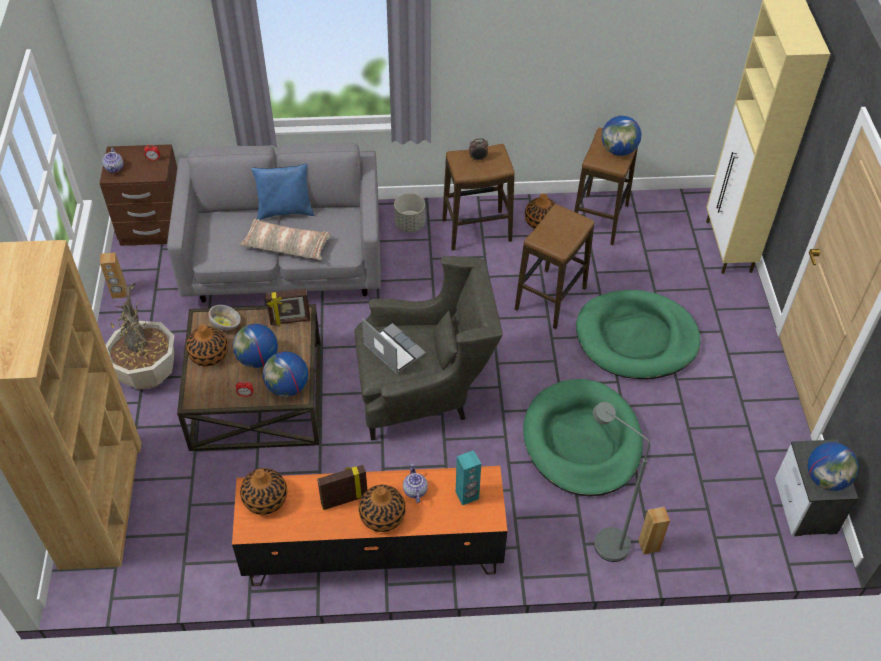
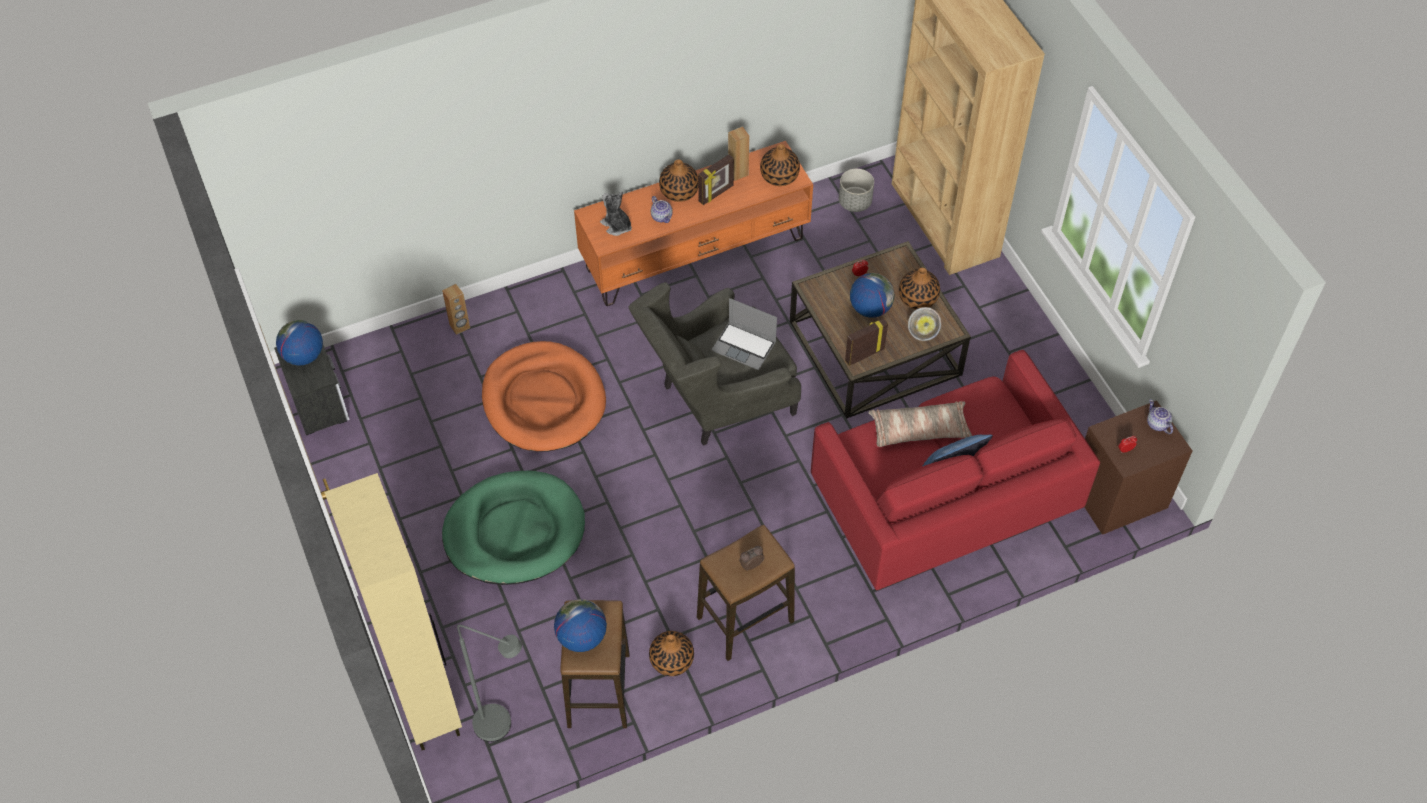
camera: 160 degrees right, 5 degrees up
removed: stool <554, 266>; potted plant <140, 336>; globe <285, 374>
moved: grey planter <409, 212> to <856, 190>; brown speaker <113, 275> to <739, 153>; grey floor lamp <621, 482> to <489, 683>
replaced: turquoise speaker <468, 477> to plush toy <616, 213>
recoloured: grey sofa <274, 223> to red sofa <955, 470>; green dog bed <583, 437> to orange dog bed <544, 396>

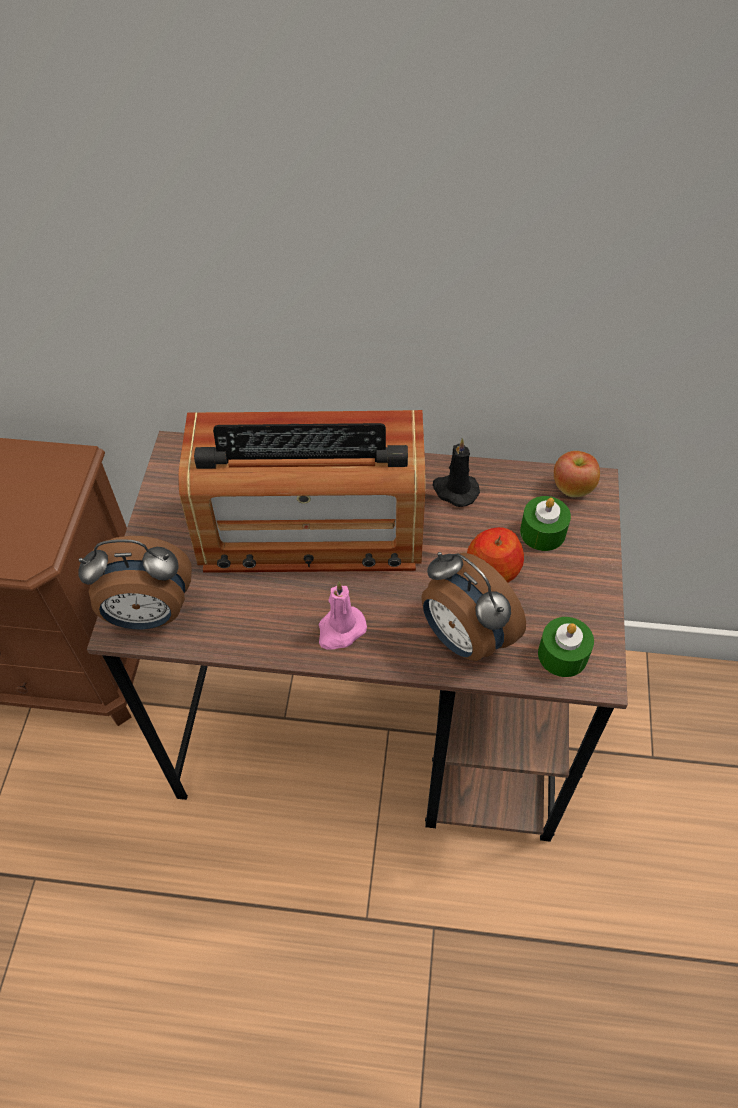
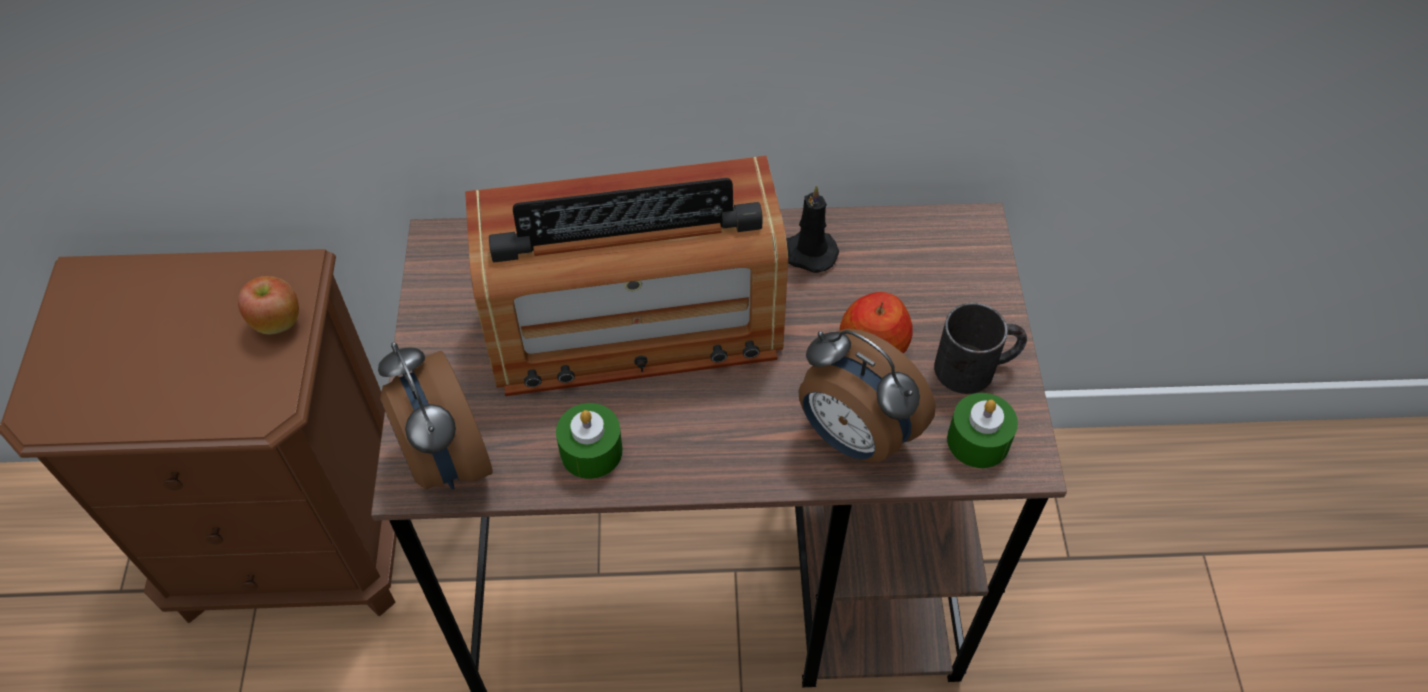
camera: 10 degrees left, 0 degrees up
removed: pink candle <343, 615>
added: black mug <980, 348>
moved: apple <577, 474> to <268, 305>; green candle <545, 523> to <589, 441>
turned: alarm clock <135, 582> = <435, 416> 75 degrees clockwise

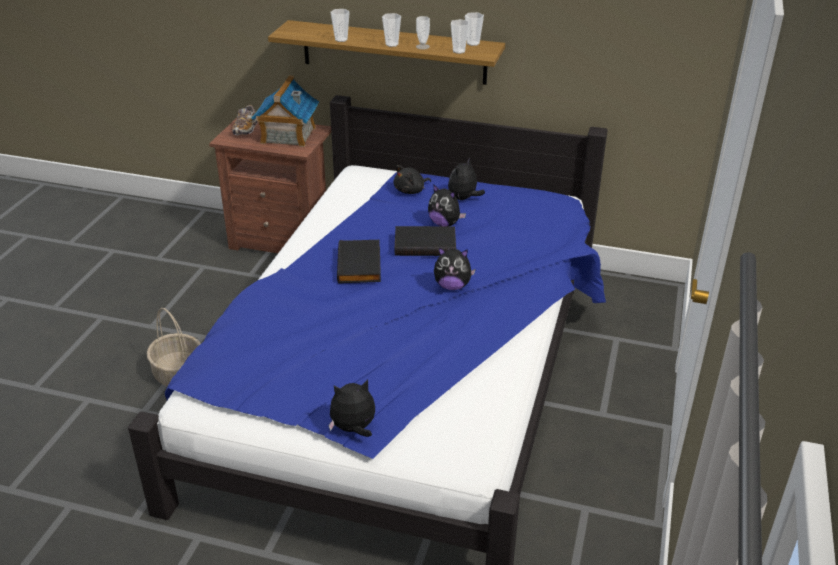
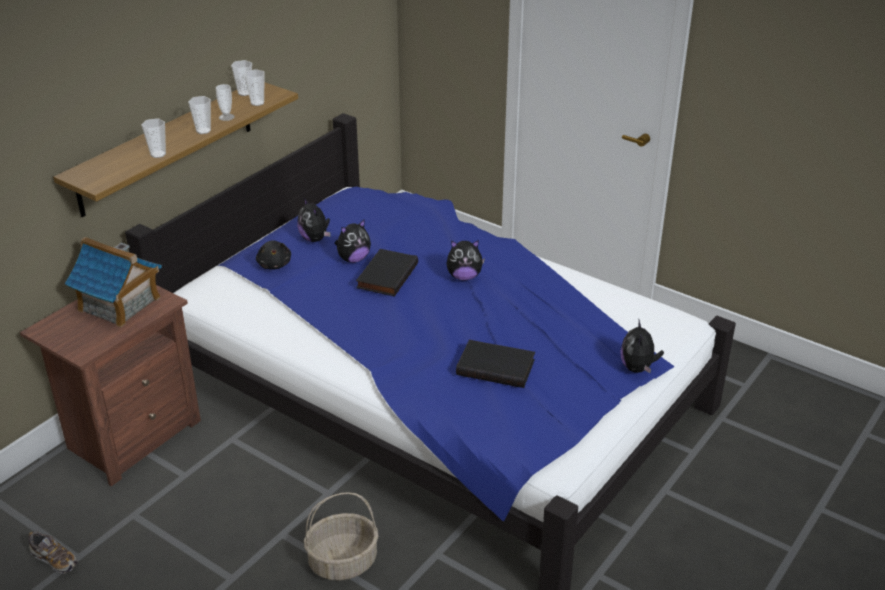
camera: 70 degrees left, 0 degrees up
moved: shoe <245, 120> to <53, 552>; black book <359, 261> to <495, 364>
turned: plush toy <455, 268> = <465, 260> 60 degrees clockwise

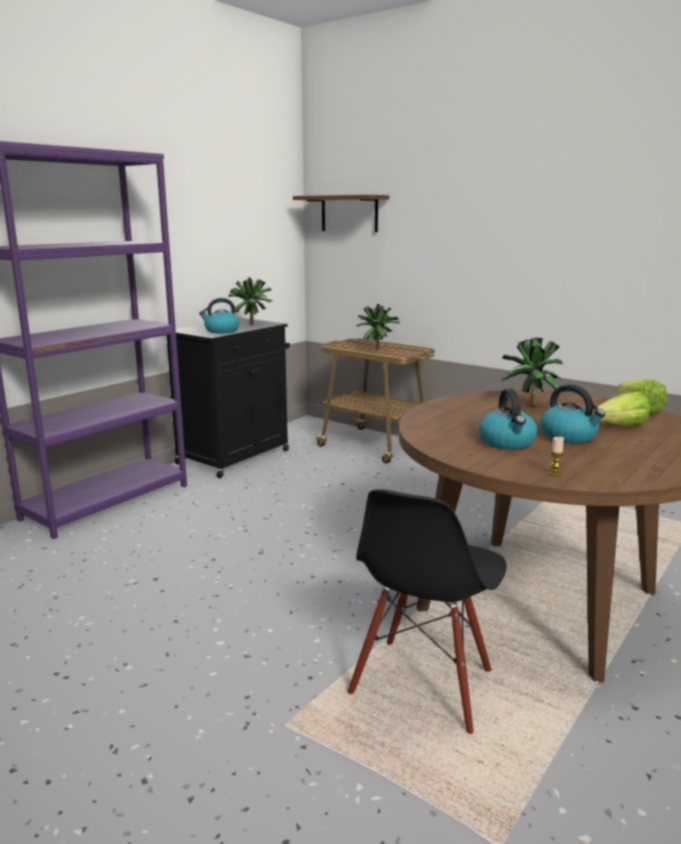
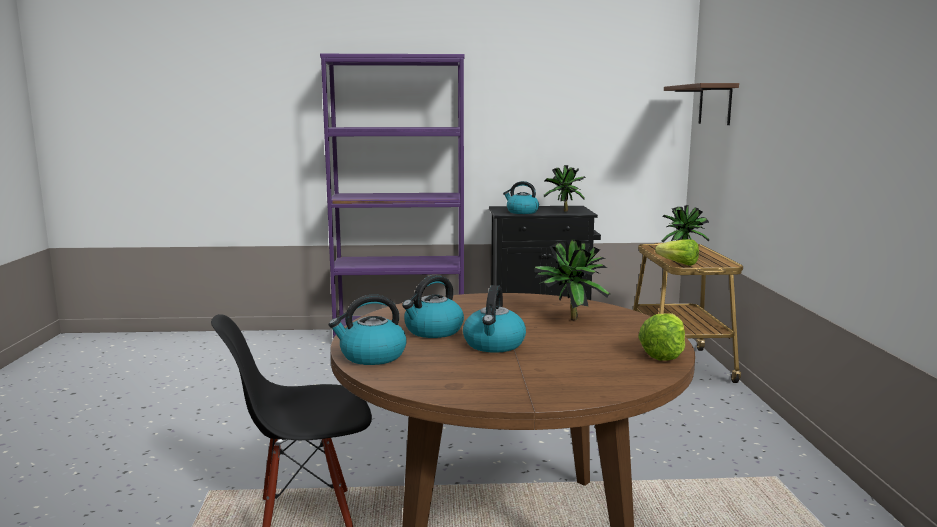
camera: 50 degrees right, 5 degrees down
moved: lettuce <621, 409> to <677, 252>
replaced: candle <556, 456> to kettle <368, 330>

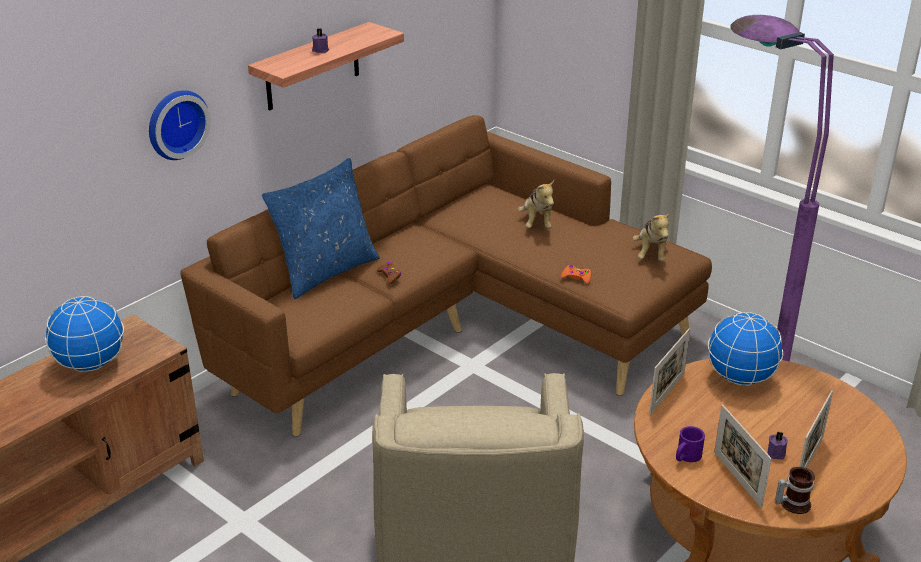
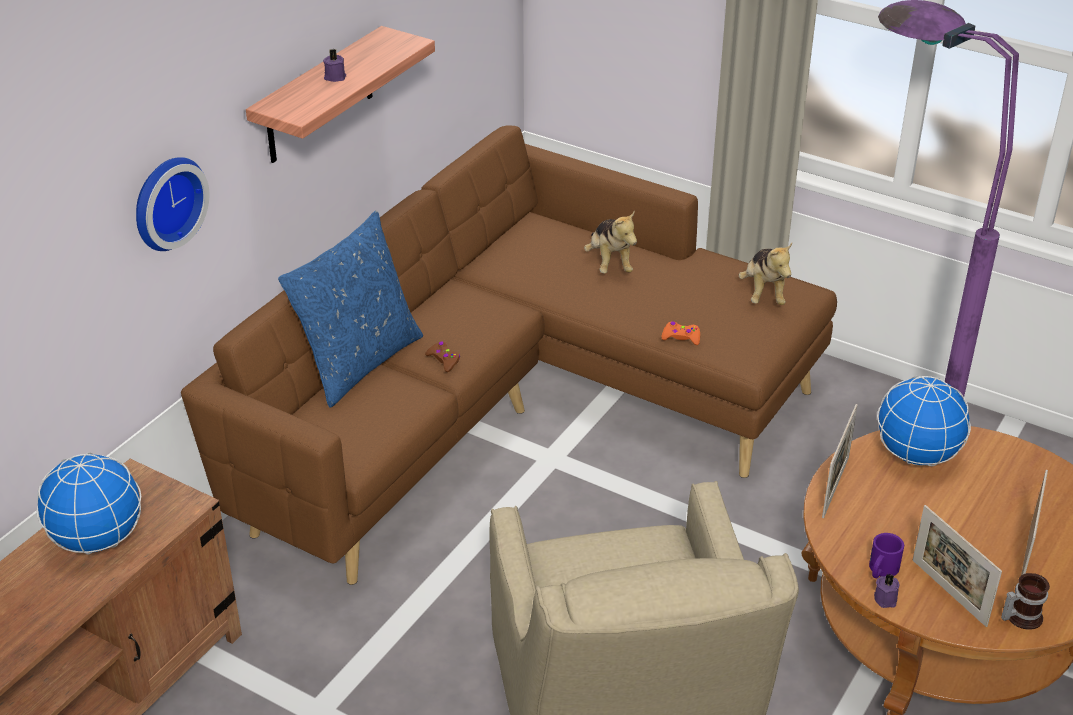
camera: 10 degrees left, 5 degrees up
moved: purple candle <778, 445> to <887, 590>

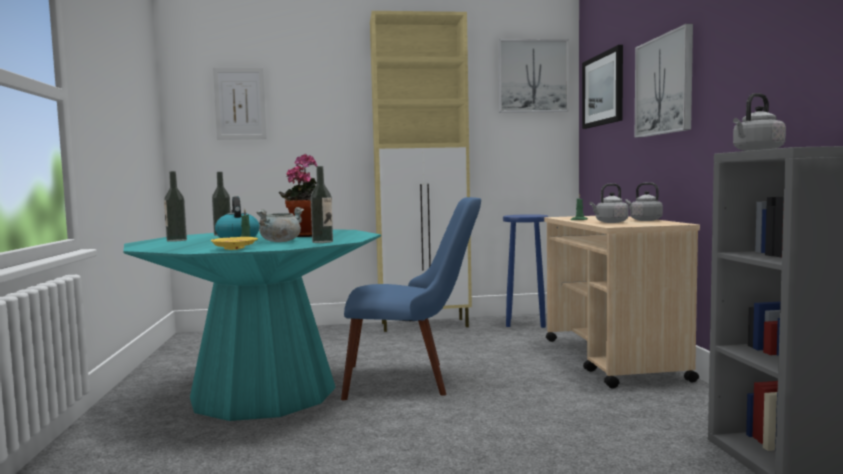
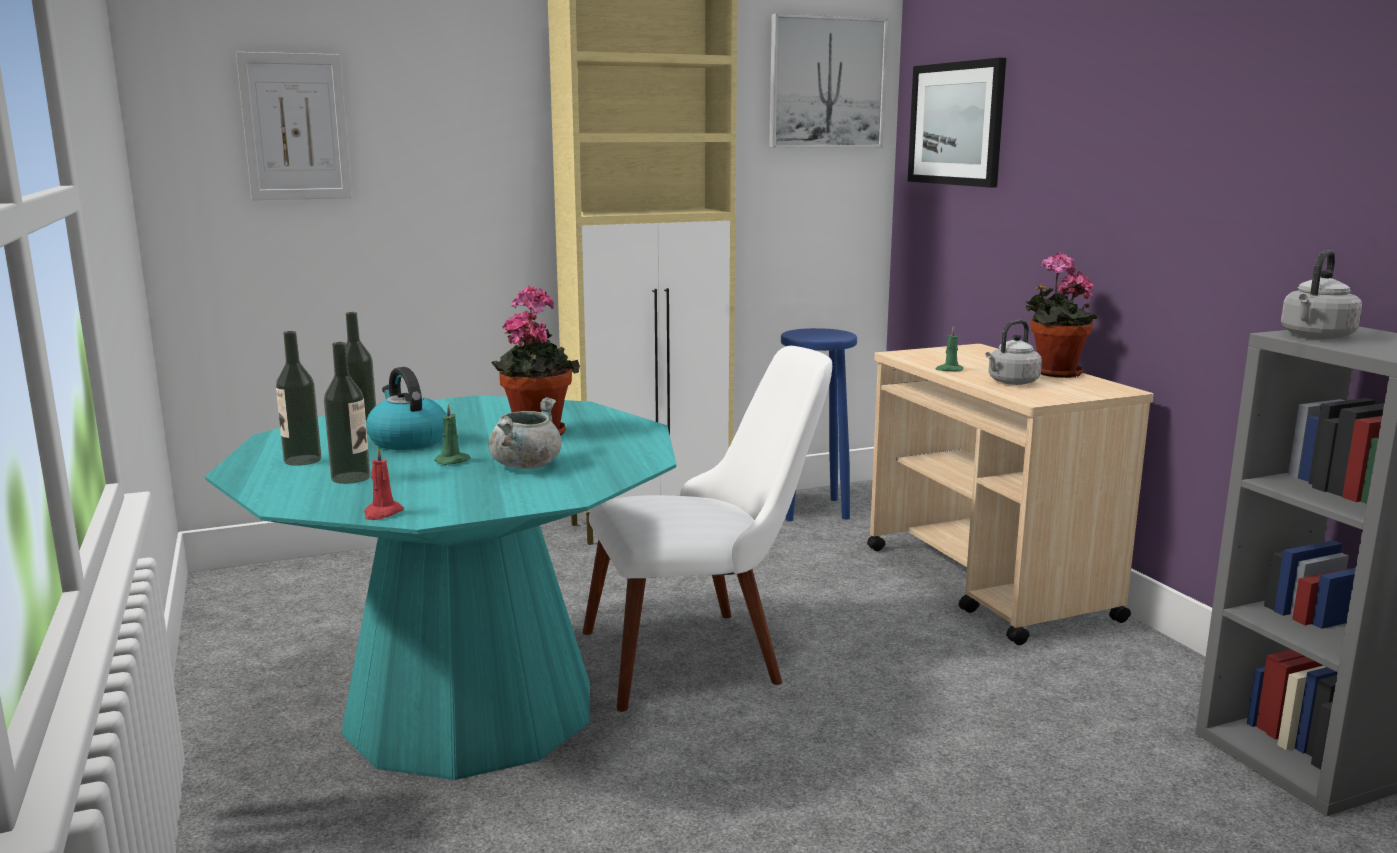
camera: 15 degrees left, 10 degrees up
removed: picture <664, 81>; yellow plate <234, 243>
added: red candle <384, 483>
moved: bottle <322, 204> to <347, 413>
replaced: grey kettle <644, 201> to potted plant <1061, 315>
recoloured: blue chair <411, 298> to white chair <707, 529>

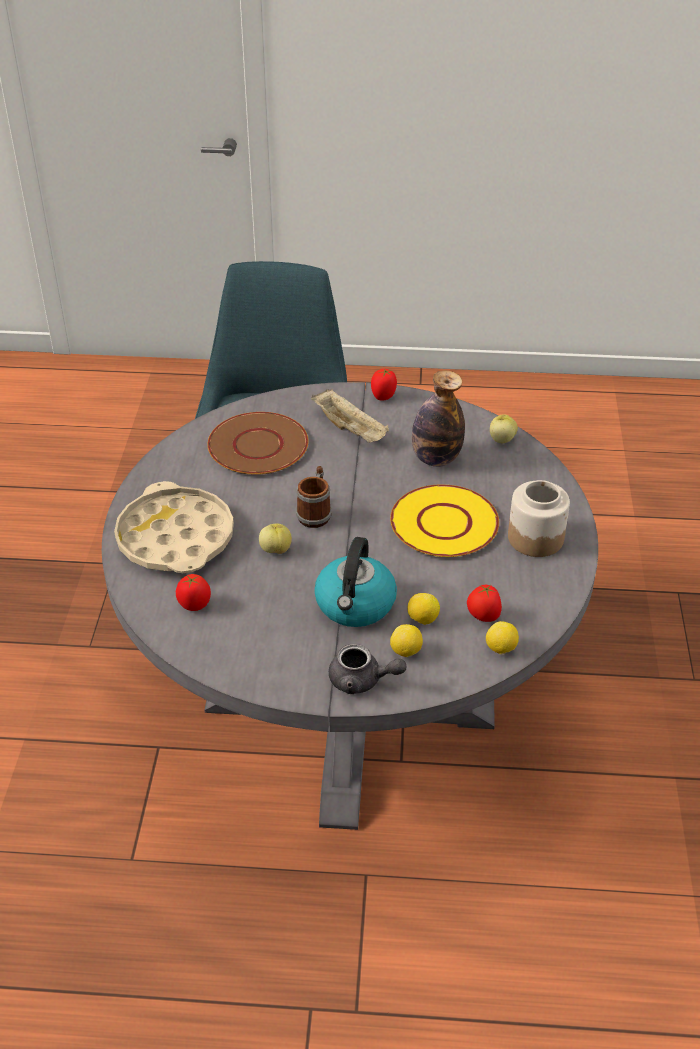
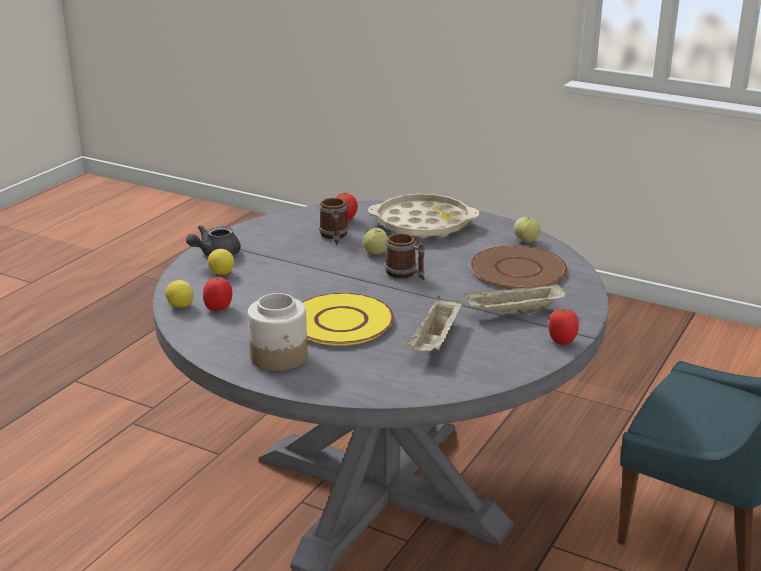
camera: 115 degrees right, 15 degrees down
removed: kettle <355, 582>; lemon <423, 609>
added: mug <334, 221>
moved: apple <504, 428> to <527, 230>
replaced: bottle <438, 418> to beige tray <434, 323>

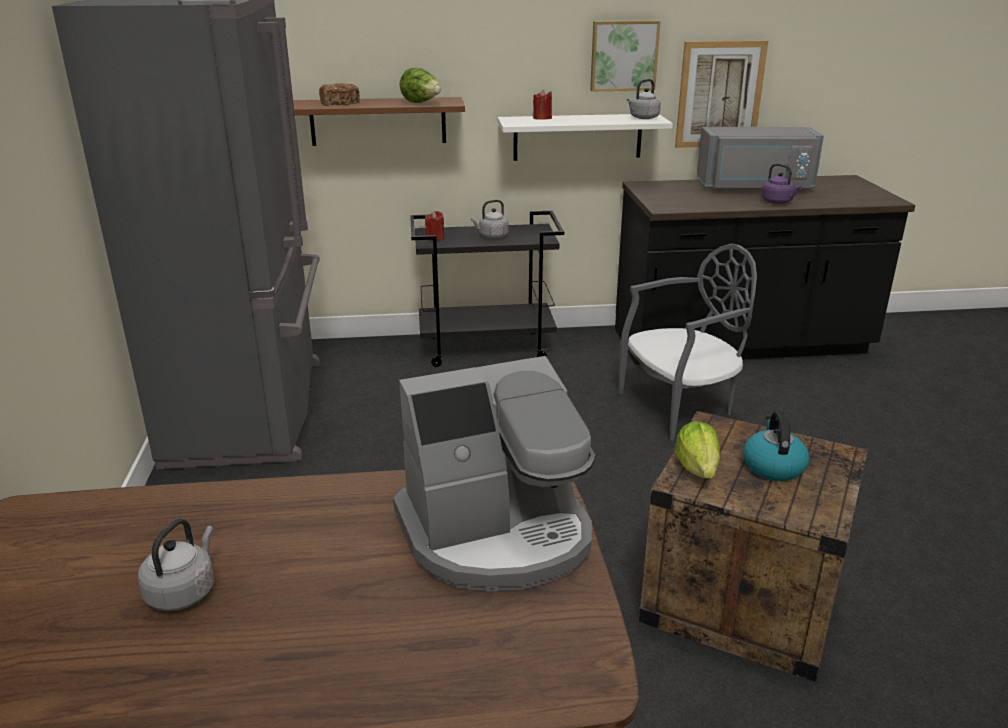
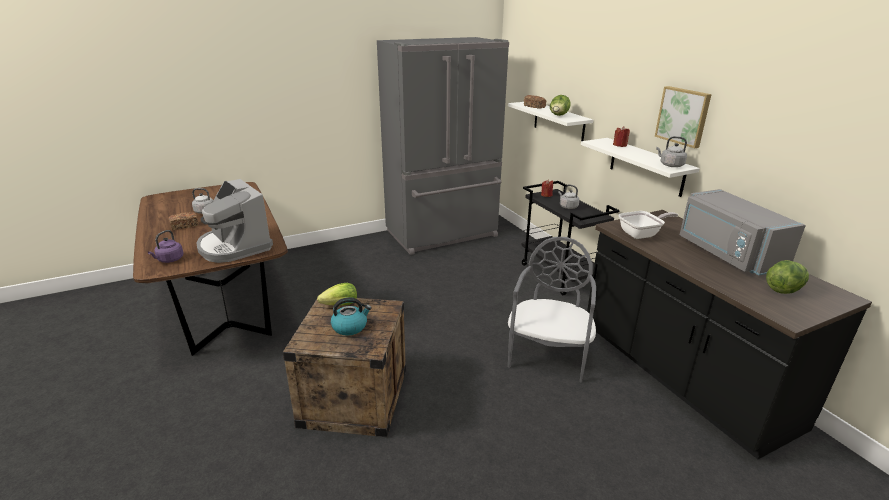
camera: 70 degrees right, 0 degrees up
removed: picture <721, 94>
added: frying pan <648, 225>; bread <183, 221>; lettuce <787, 277>
moved: purple kettle <781, 183> to <166, 246>
recoloured: brown shelf <376, 121> to white shelf <550, 121>
turned: grey chair <687, 342> = <552, 310> 120 degrees counterclockwise

